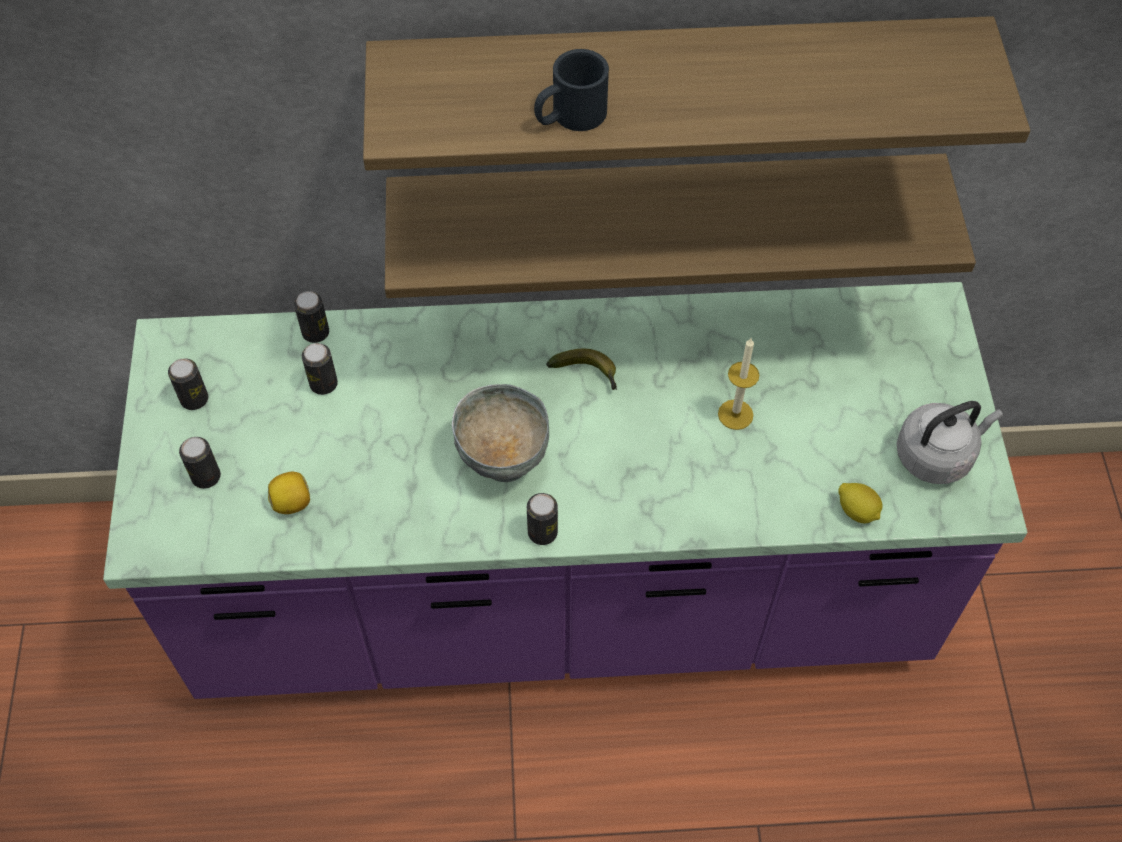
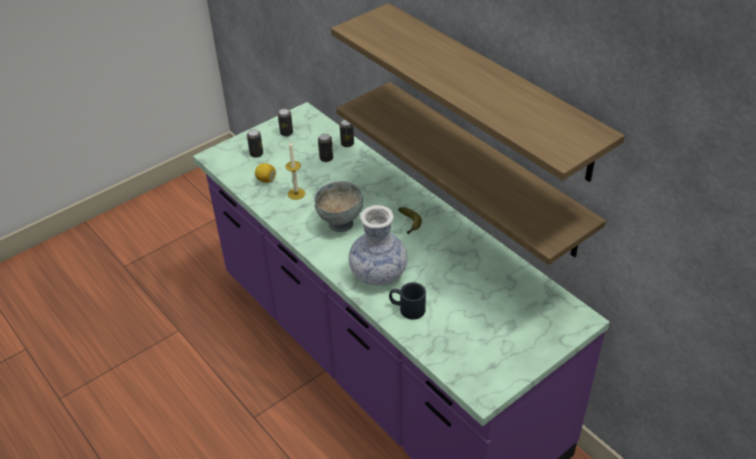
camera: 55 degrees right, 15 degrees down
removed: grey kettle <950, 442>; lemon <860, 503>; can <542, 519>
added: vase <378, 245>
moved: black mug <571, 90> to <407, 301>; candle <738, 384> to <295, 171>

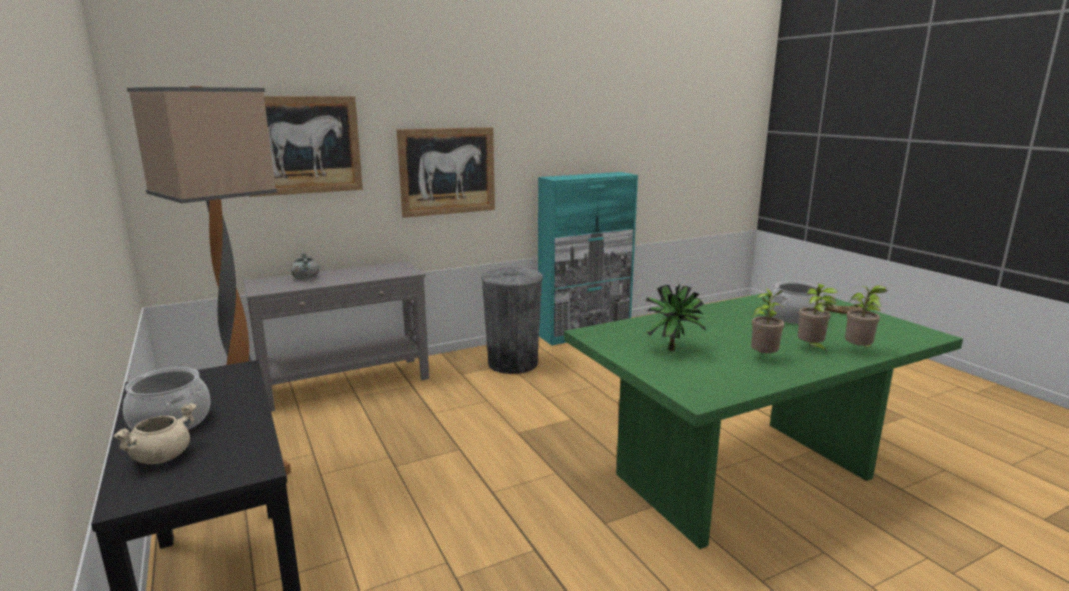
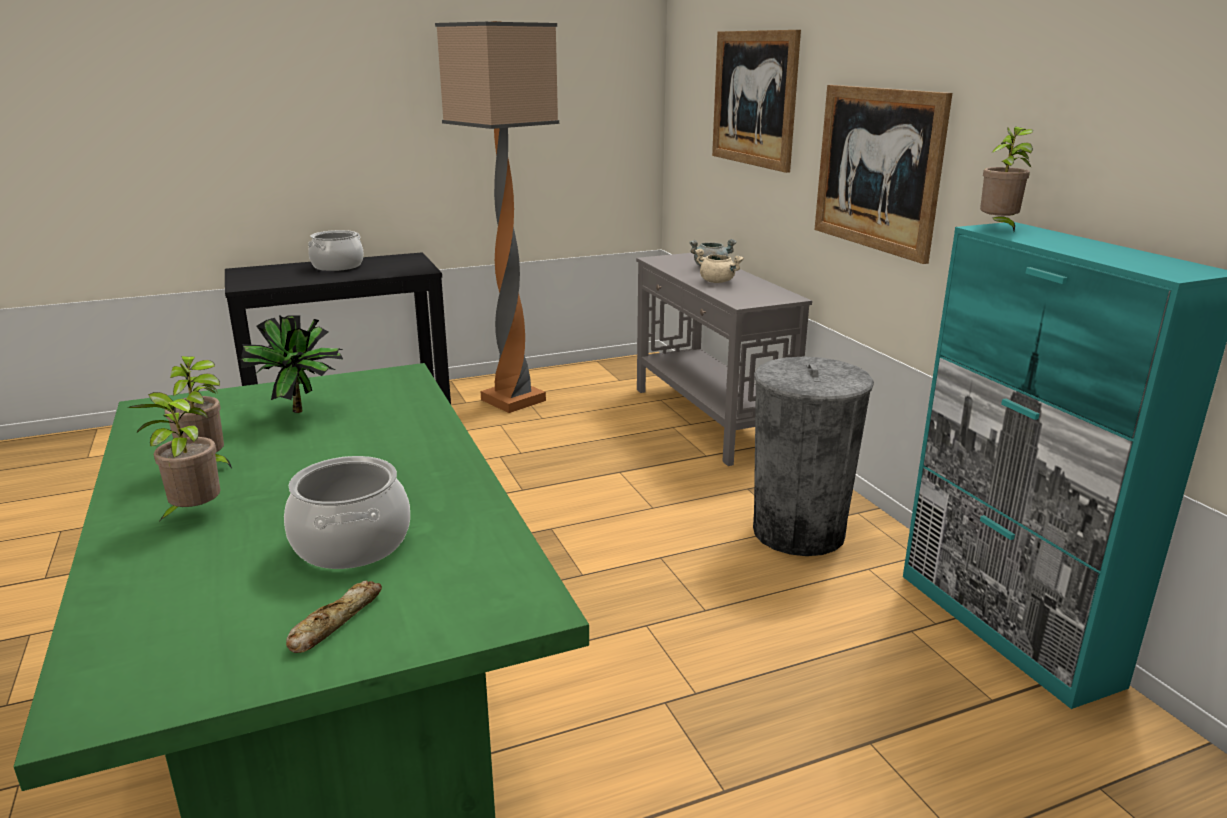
camera: 95 degrees right, 5 degrees up
moved: potted plant <866, 316> to <1006, 178>; beige cooking pot <155, 433> to <719, 266>

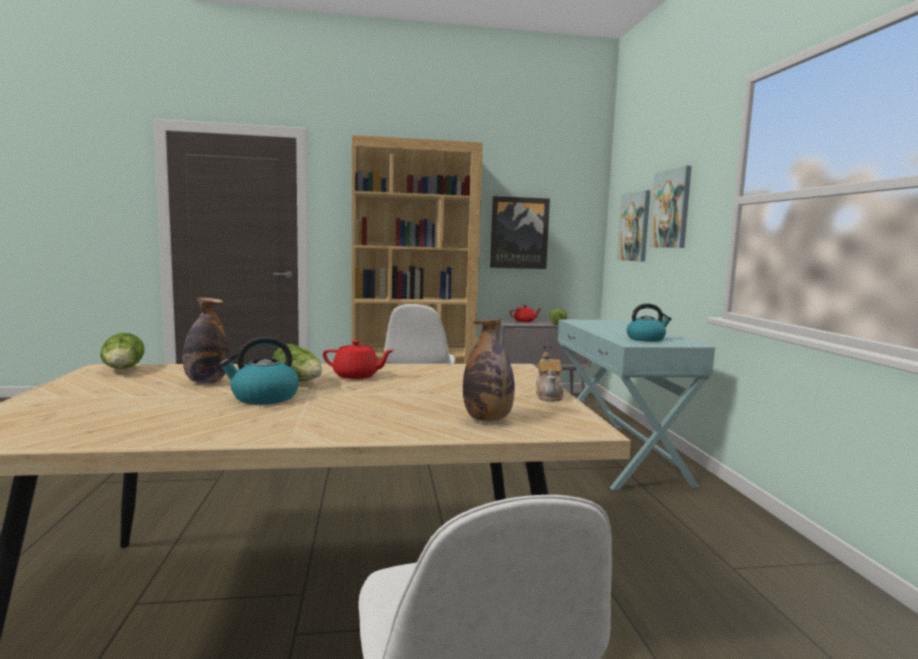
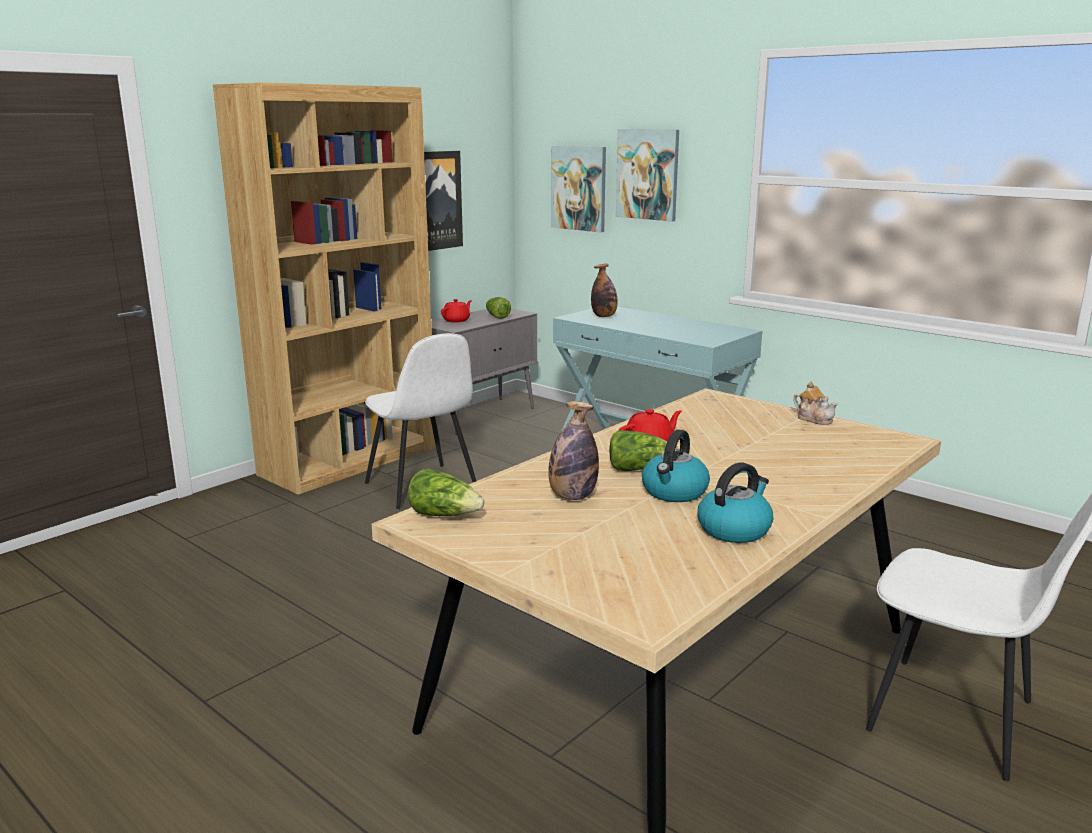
camera: 40 degrees left, 10 degrees up
moved: kettle <649, 322> to <735, 502>; bottle <489, 370> to <604, 290>

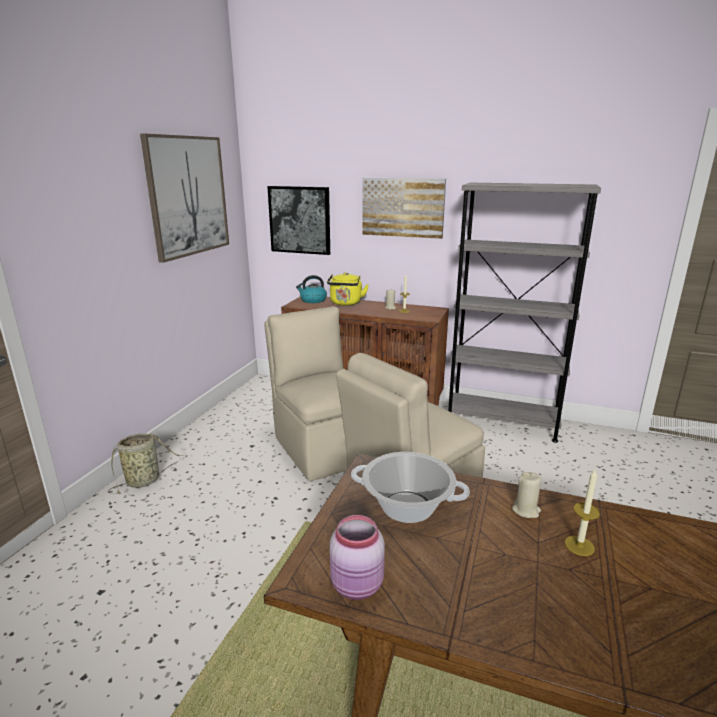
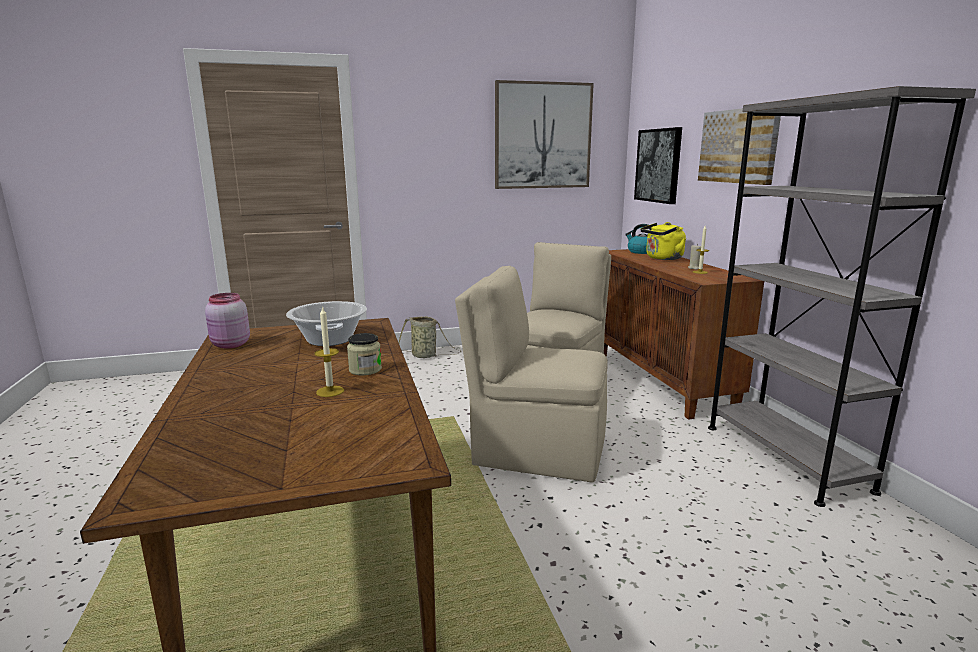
camera: 55 degrees right, 5 degrees down
replaced: beige candle <526, 495> to jar <364, 354>

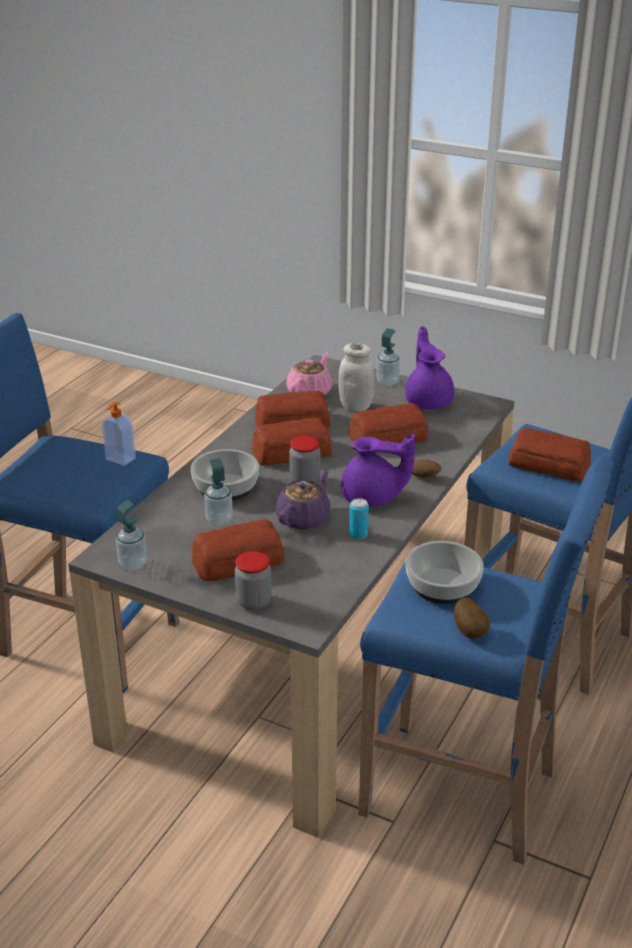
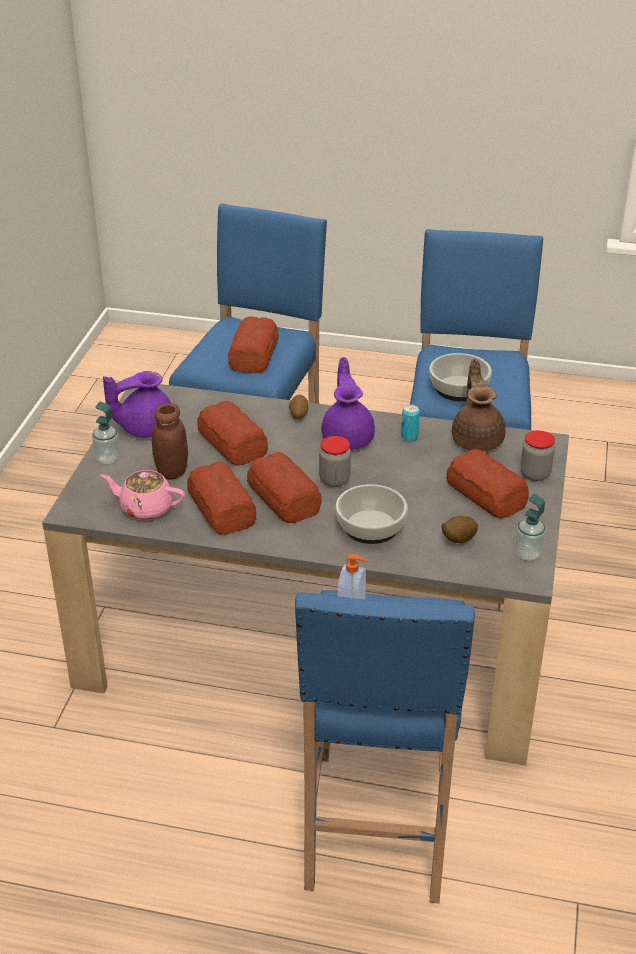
camera: 105 degrees left, 5 degrees up
removed: soap dispenser <218, 491>; purple teapot <303, 500>
added: brown teapot <478, 405>
moved: potato <472, 618> to <460, 529>
recoloured: white jar <356, 377> to brown jar <170, 441>

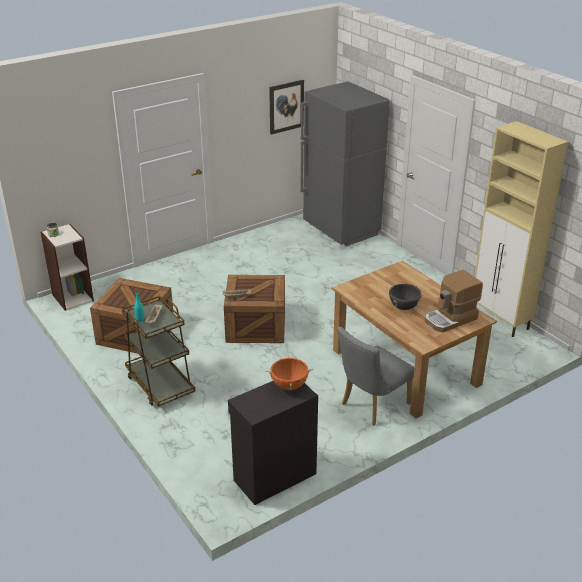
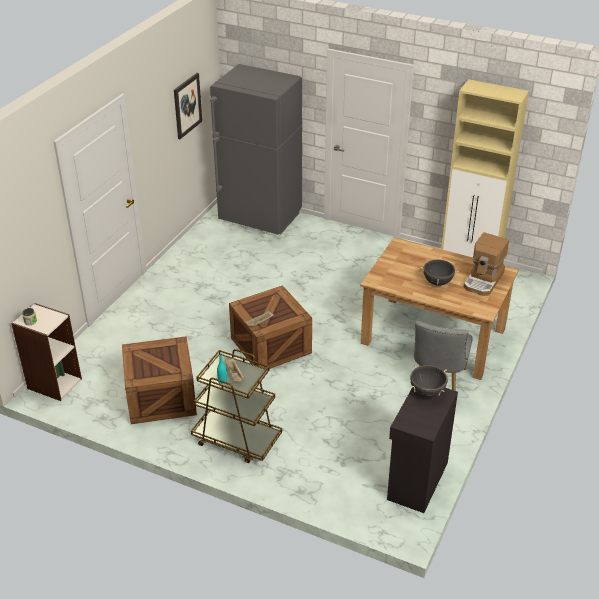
camera: 30 degrees left, 5 degrees up
recoloured: orange cooking pot <289, 373> to black cooking pot <429, 381>

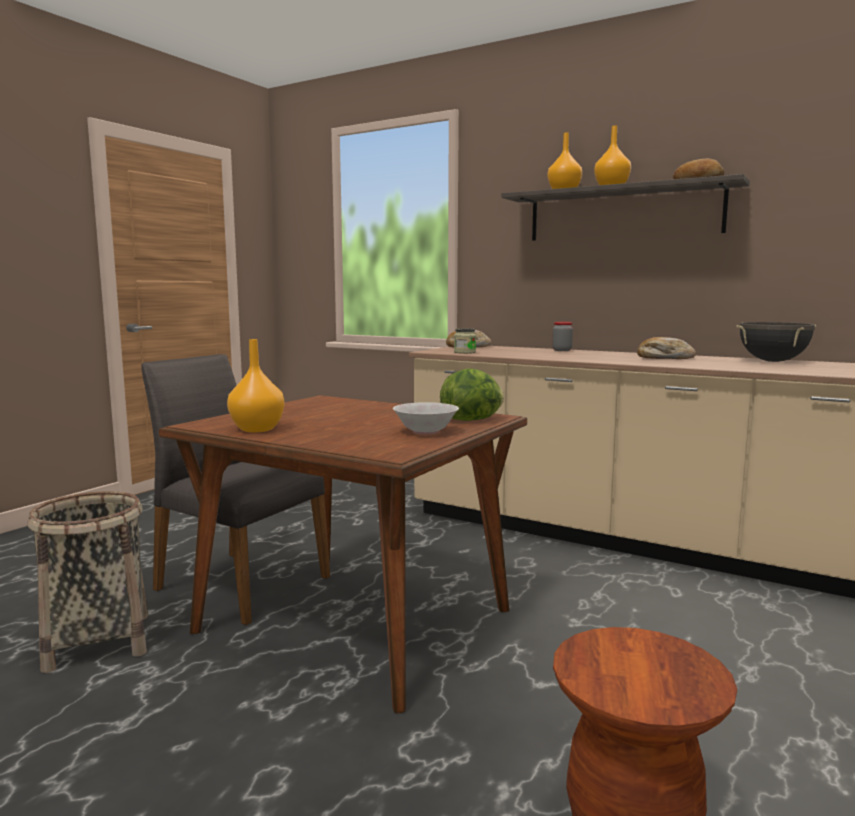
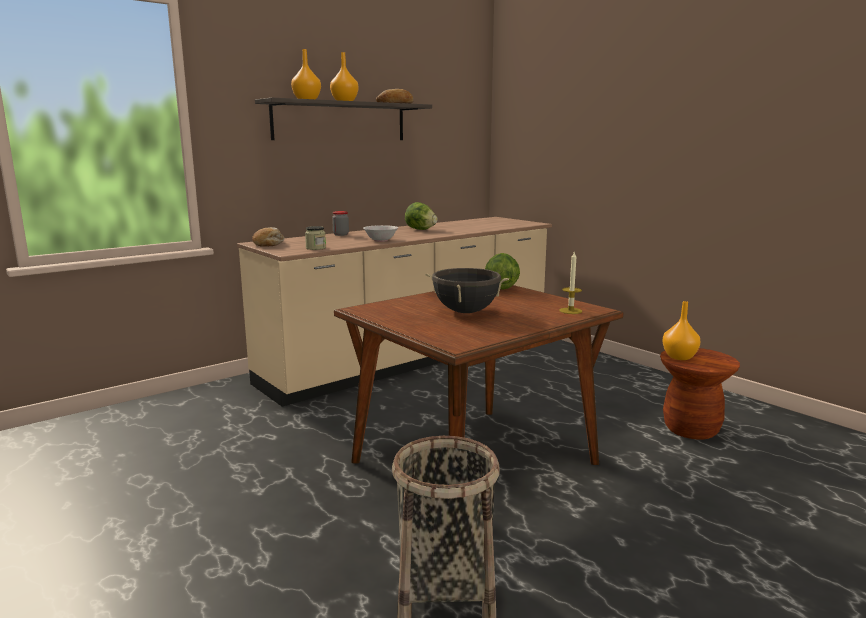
camera: 70 degrees left, 5 degrees up
removed: grey chair <235, 489>
added: candle <571, 283>
moved: black cooking pot <776, 342> to <467, 290>; orange vase <255, 385> to <681, 330>; white bowl <426, 418> to <380, 233>
replaced: bread <666, 348> to lettuce <421, 216>

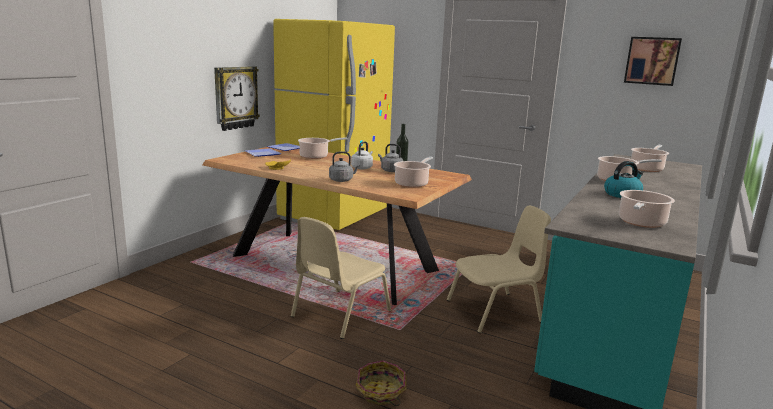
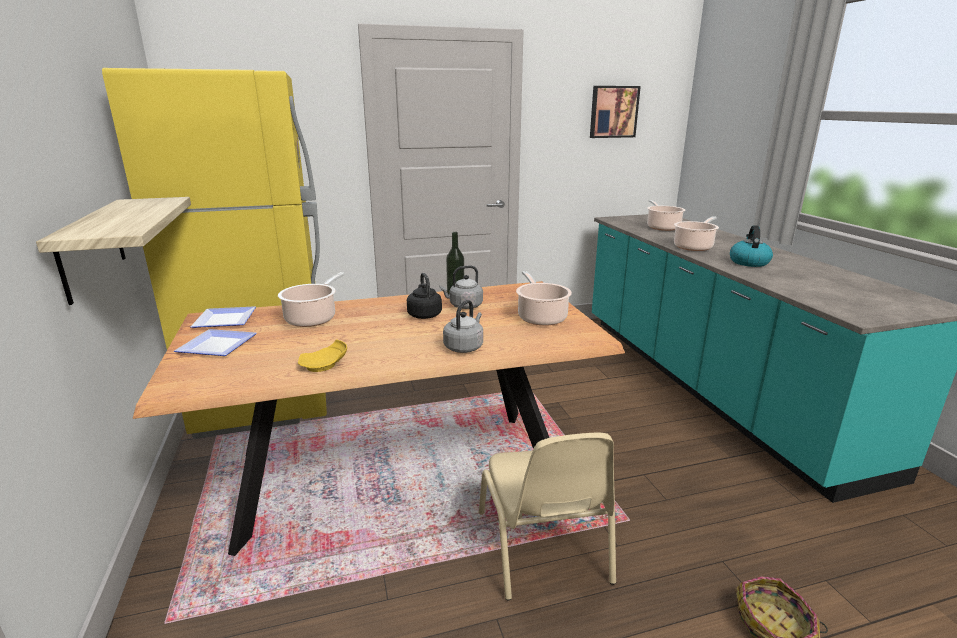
camera: 45 degrees left, 5 degrees up
removed: cooking pot <647, 209>; beige chair <499, 269>
replaced: wall clock <237, 98> to shelf <113, 251>
recoloured: white kettle <362, 155> to black kettle <424, 296>

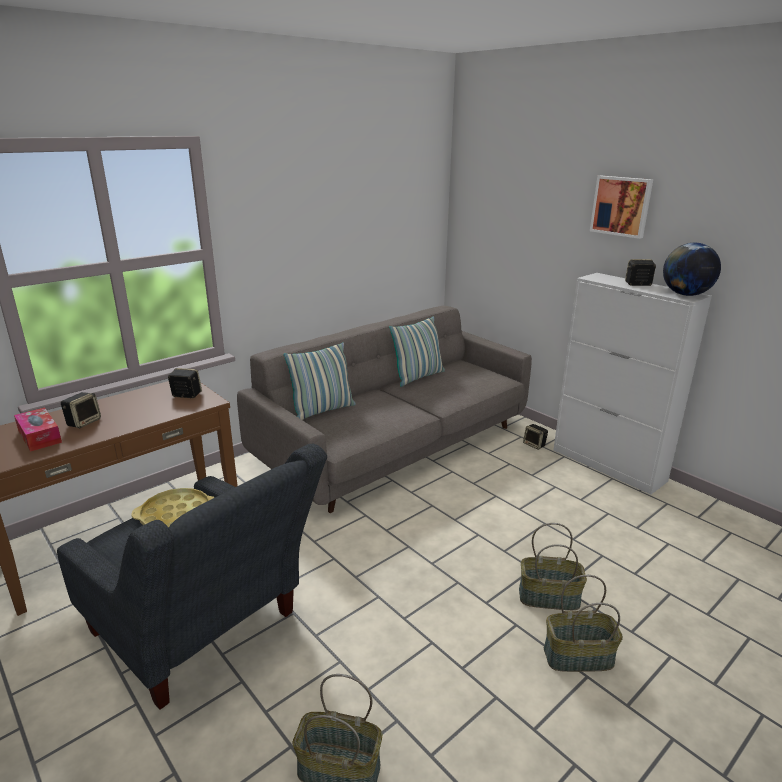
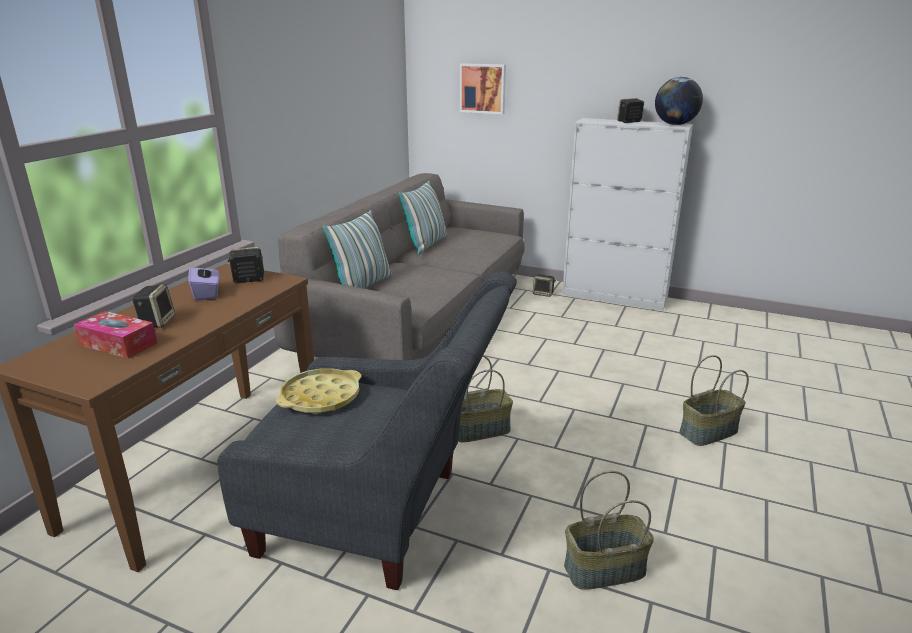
camera: 25 degrees left, 0 degrees up
added: purple tissue box <203, 281>
moved: picture <621, 207> to <483, 88>; basket <553, 566> to <485, 398>

